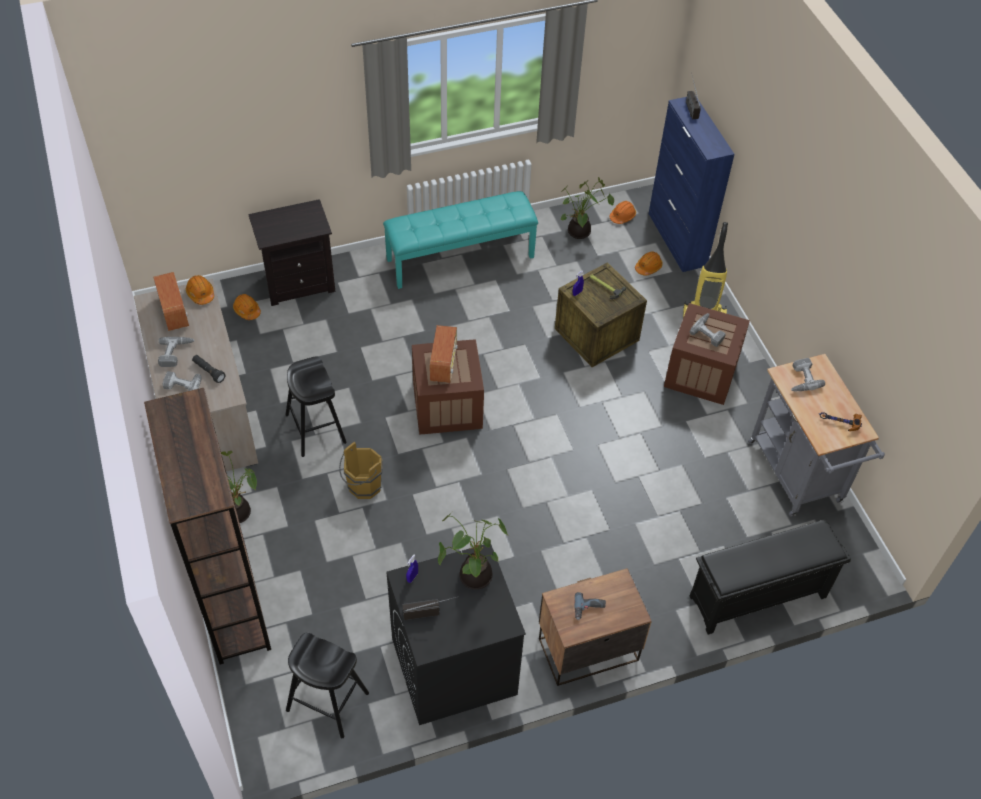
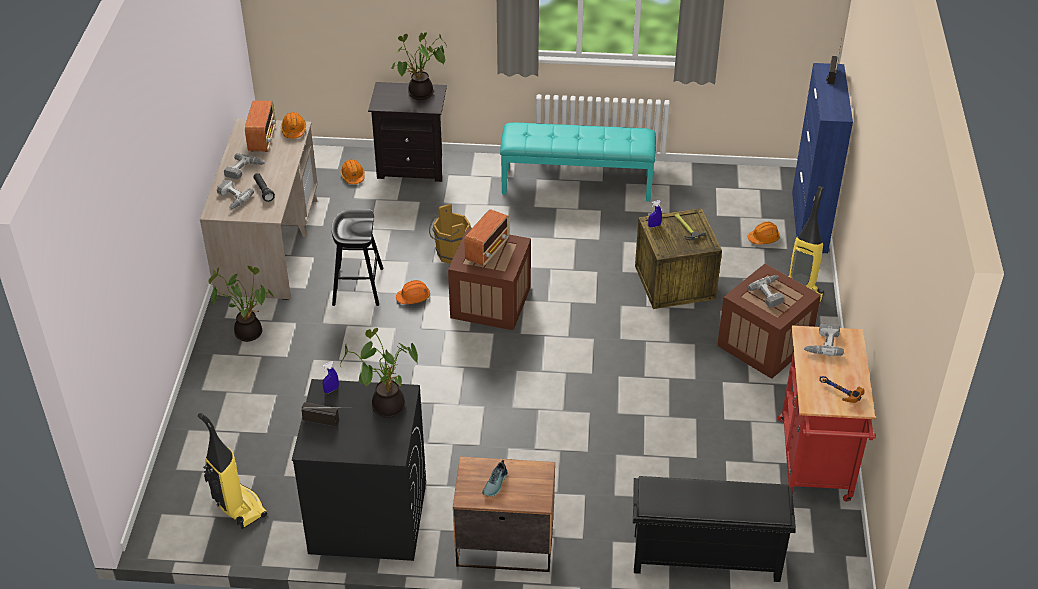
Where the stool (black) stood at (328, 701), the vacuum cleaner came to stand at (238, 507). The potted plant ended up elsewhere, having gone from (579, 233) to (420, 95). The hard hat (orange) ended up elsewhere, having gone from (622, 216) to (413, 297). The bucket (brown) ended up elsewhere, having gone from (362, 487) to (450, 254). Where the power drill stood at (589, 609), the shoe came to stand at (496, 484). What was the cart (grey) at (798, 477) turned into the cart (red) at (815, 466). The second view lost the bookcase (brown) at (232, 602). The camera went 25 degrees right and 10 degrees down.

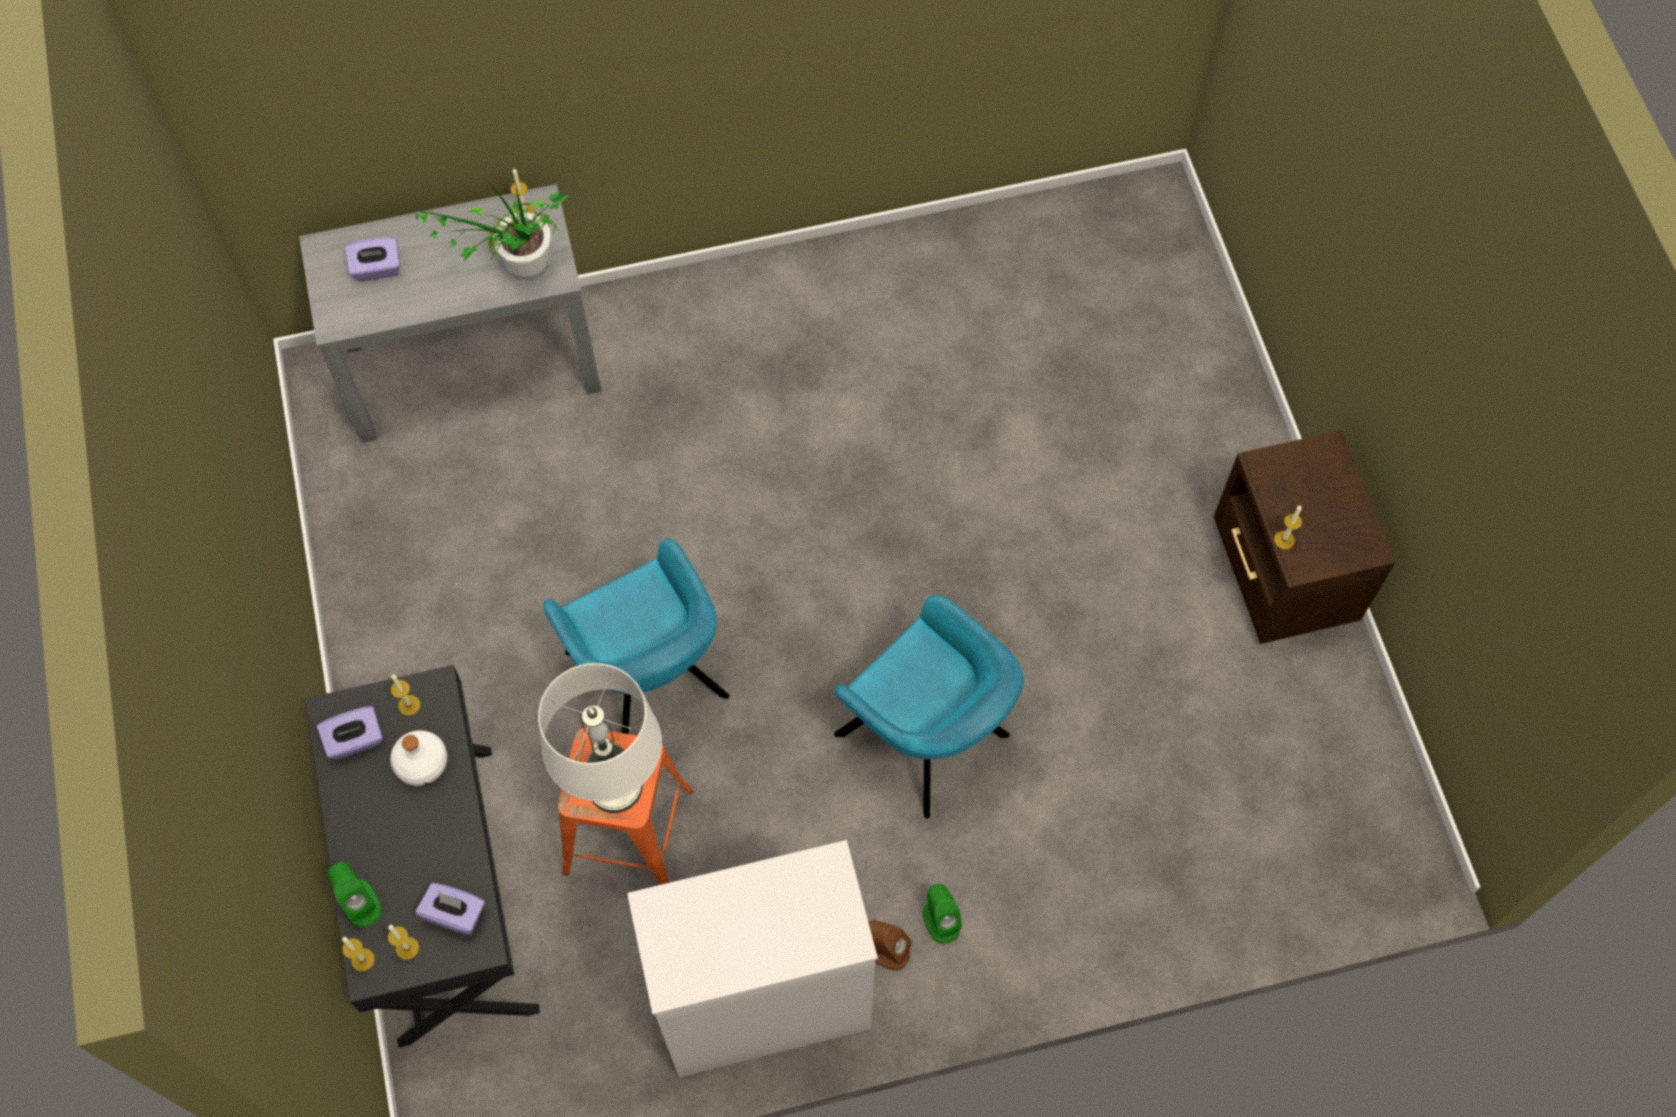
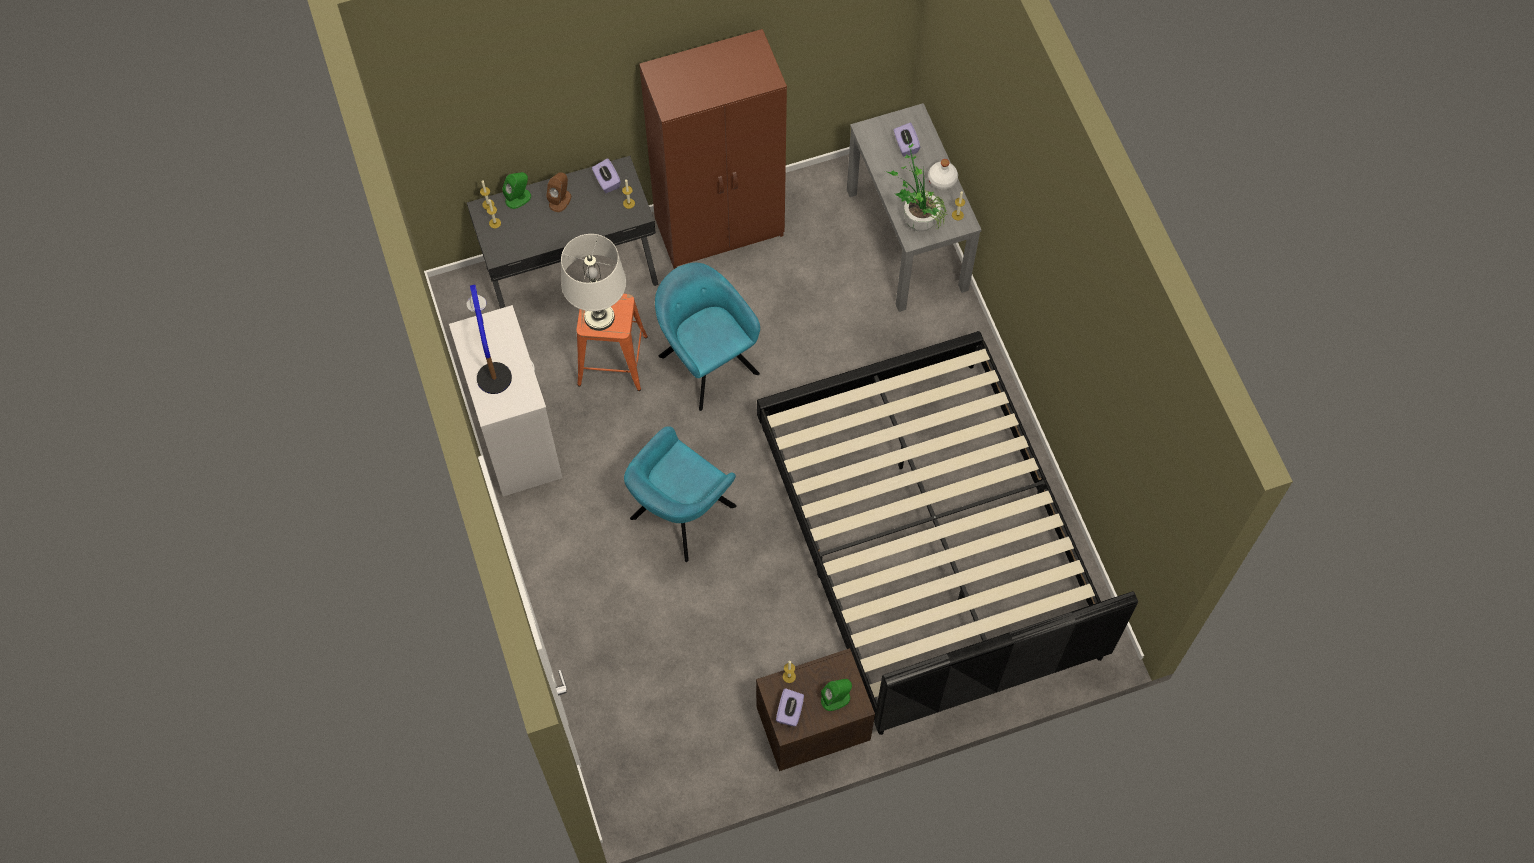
The second view gained the table lamp at (491, 361). The speaker (brown) ended up elsewhere, having gone from (886, 950) to (560, 200). The second view gained the wardrobe (brown) at (721, 228). The armchair (turquoise) at (650, 680) ended up facing another way, 90 degrees clockwise from before. The second view gained the bed (black) at (926, 541). The tissue box (purple) ended up elsewhere, having gone from (455, 914) to (790, 712). The speaker (green) ended up elsewhere, having gone from (940, 920) to (836, 699). The bottle (white) ended up elsewhere, having gone from (421, 763) to (942, 180). The camera went 85 degrees right and 0 degrees up.

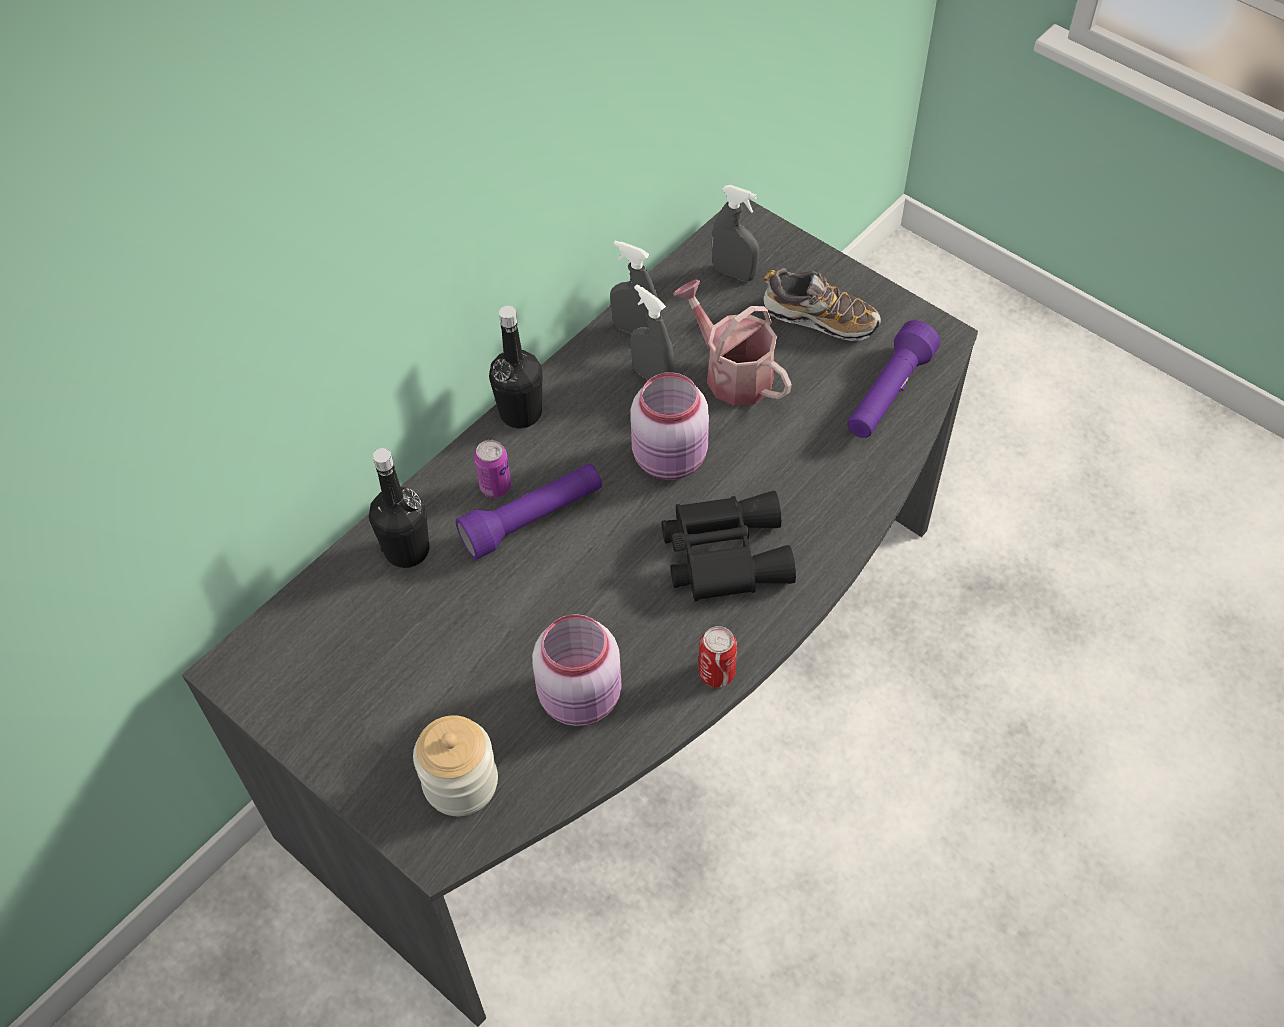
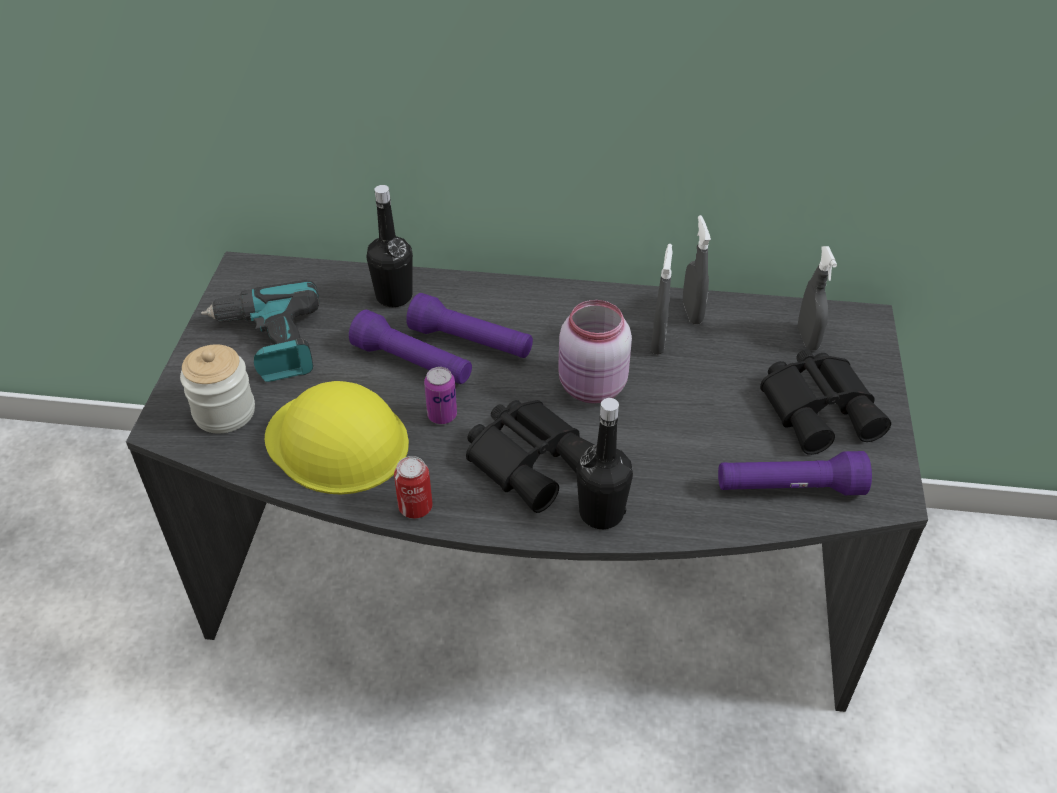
The second view gained the power drill at (270, 343). Where the jar (pink) stood at (582, 698), the hard hat (yellow) came to stand at (337, 441). The second view gained the flashlight (purple) at (413, 363). The can ended up elsewhere, having gone from (495, 486) to (442, 415). The bottle (black) ended up elsewhere, having gone from (520, 413) to (601, 513). Where the shoe stood at (819, 318), the binoculars (black) came to stand at (820, 408). The second view lost the watering can at (732, 373). The camera went 55 degrees right and 10 degrees down.

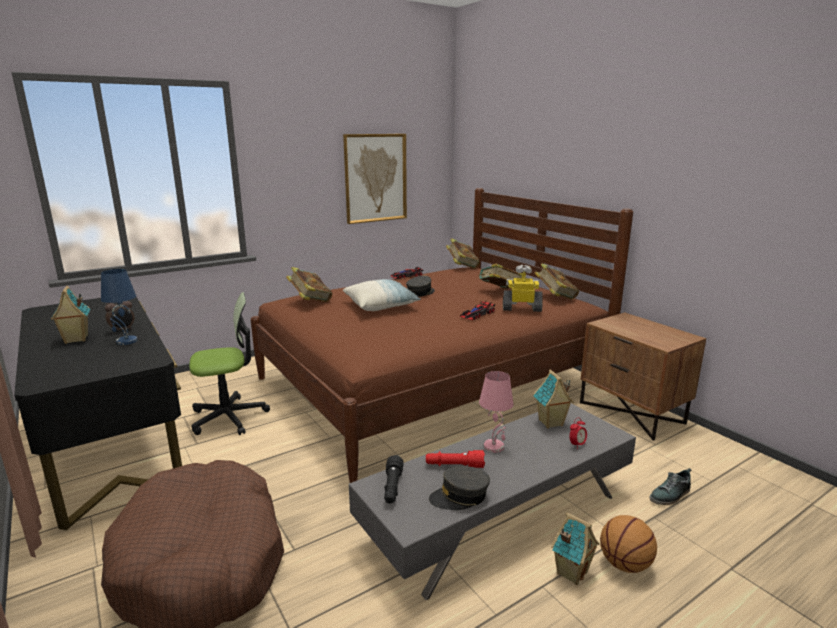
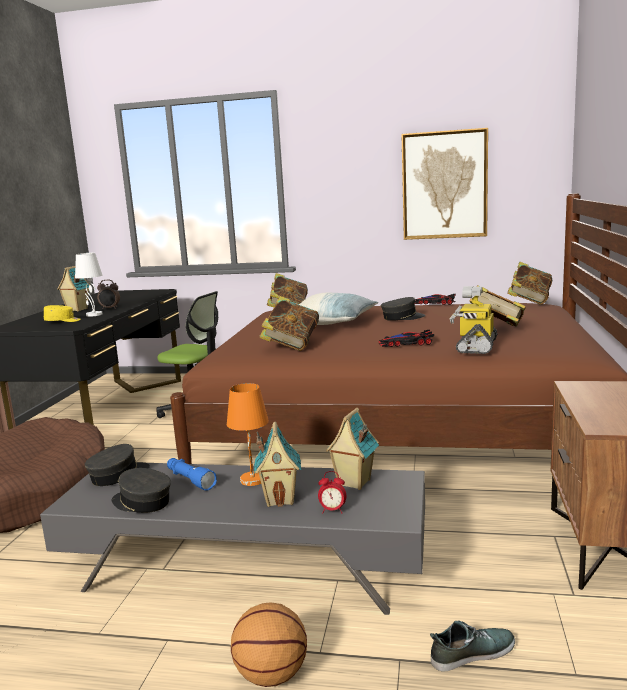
The second view gained the cap (yellow) at (63, 321). What was the table lamp (blue) at (126, 341) turned into the table lamp (white) at (93, 315). Where the flashlight (black) stood at (392, 487), the cap (grey) came to stand at (118, 475). What was the flashlight (red) at (454, 466) turned into the flashlight (blue) at (190, 480). What was the table lamp (pink) at (494, 447) turned into the table lamp (orange) at (253, 480). The toy house ended up elsewhere, having gone from (571, 572) to (280, 499). The book ended up elsewhere, having gone from (555, 297) to (291, 345). The shoe at (670, 495) ended up facing another way, 150 degrees clockwise from before. The toy robot at (521, 308) ended up facing another way, 120 degrees counterclockwise from before. The camera went 45 degrees right and 5 degrees down.

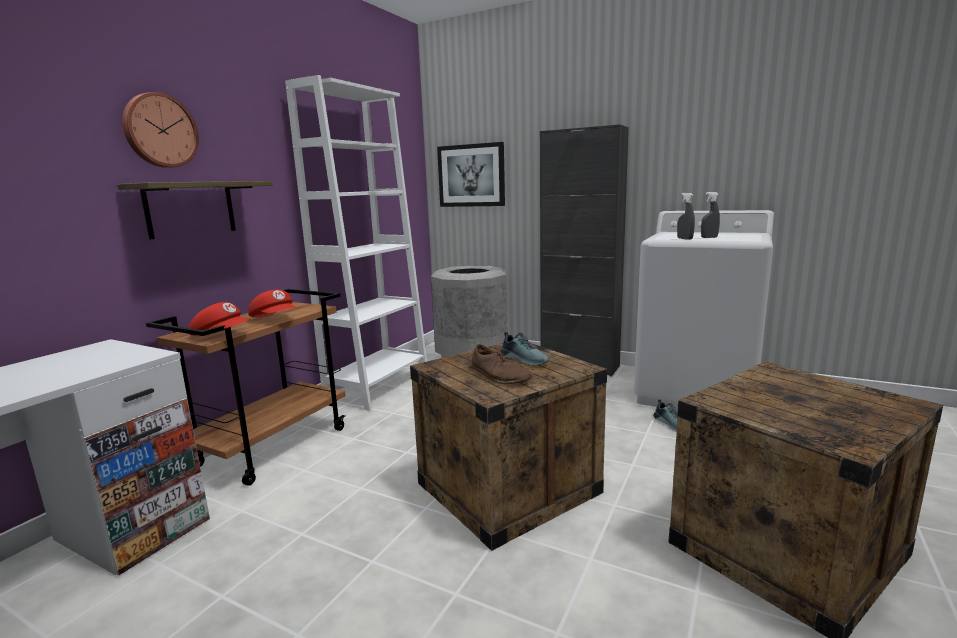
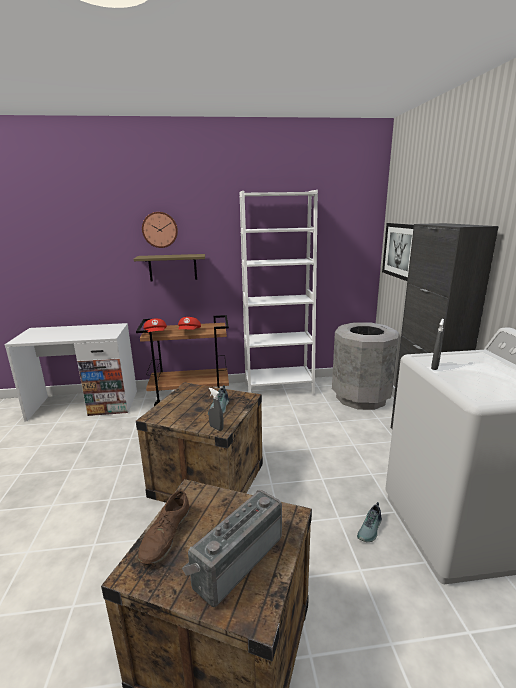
The shoe (brown) ended up elsewhere, having gone from (499, 376) to (165, 535). The second view gained the radio at (235, 559). The spray bottle (grey) ended up elsewhere, having gone from (709, 237) to (216, 428). The camera went 55 degrees right and 5 degrees up.

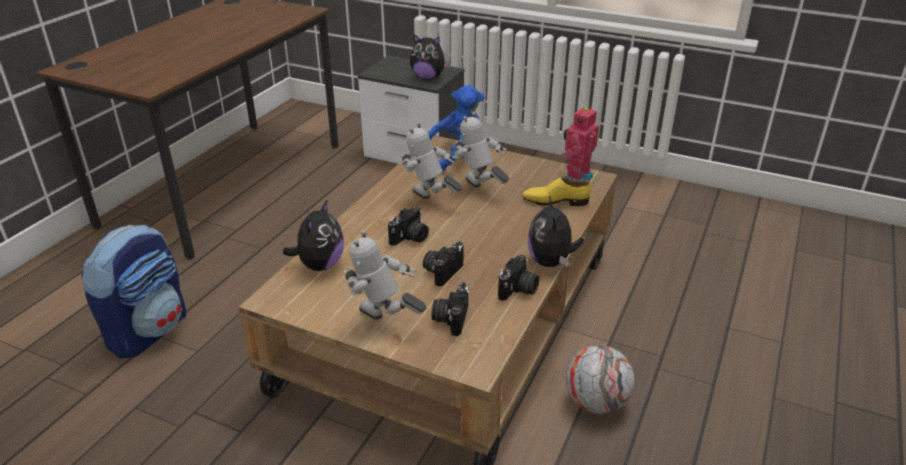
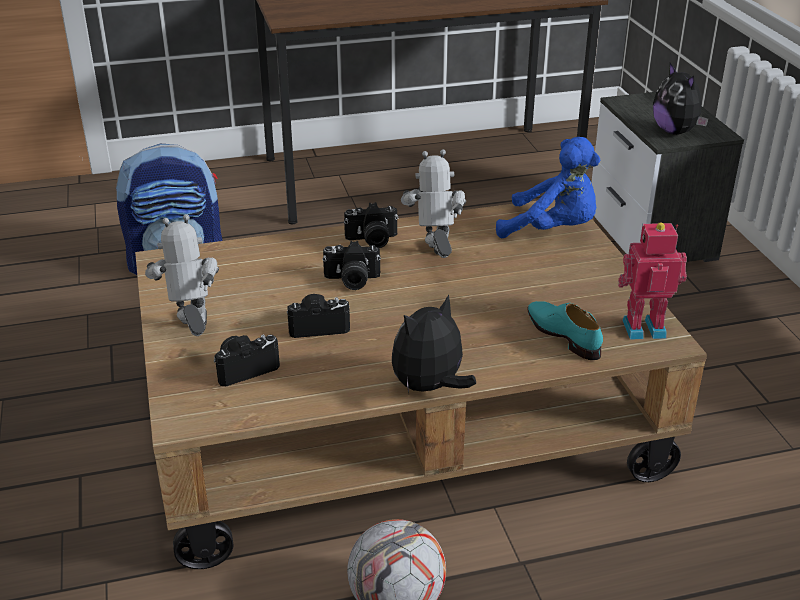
The photo camera ended up elsewhere, having gone from (518, 290) to (372, 240). What was the shoe (yellow) at (555, 201) turned into the shoe (turquoise) at (563, 335). The second view lost the plush toy at (320, 265). The second view lost the toy robot at (479, 190). The camera went 50 degrees right and 0 degrees up.

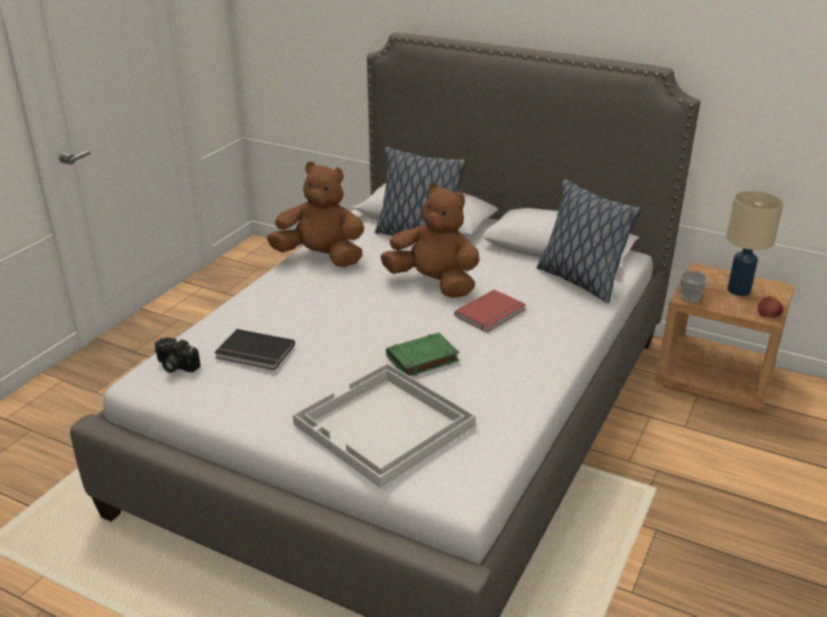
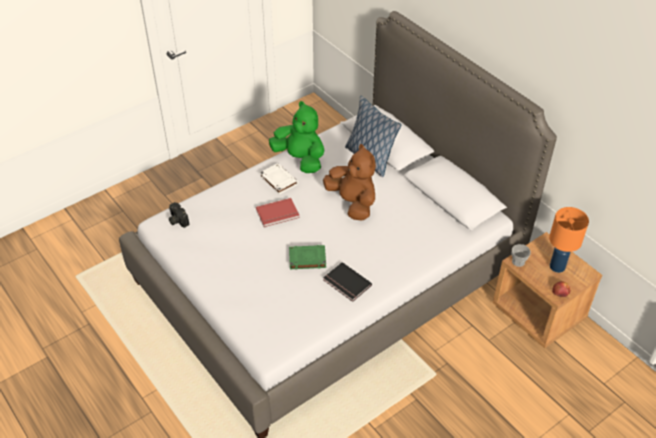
The book (red) ended up elsewhere, having gone from (492, 313) to (278, 214). The second view gained the book (white) at (278, 180). What was the plush toy (brown) at (321, 257) turned into the plush toy (green) at (300, 159). The book (black) ended up elsewhere, having gone from (254, 353) to (346, 284). What was the table lamp (beige) at (738, 290) turned into the table lamp (orange) at (556, 266). The second view lost the tray (white) at (384, 426). The second view lost the pillow at (579, 281). The camera went 25 degrees right and 15 degrees up.

